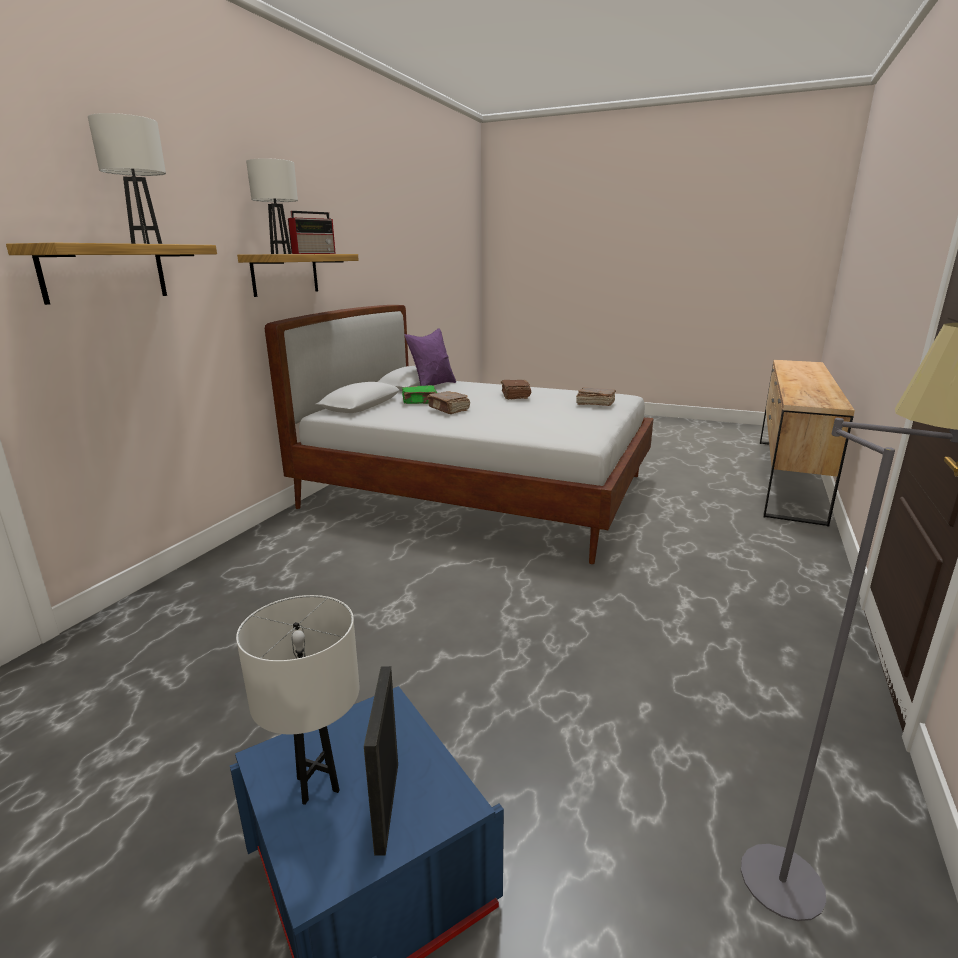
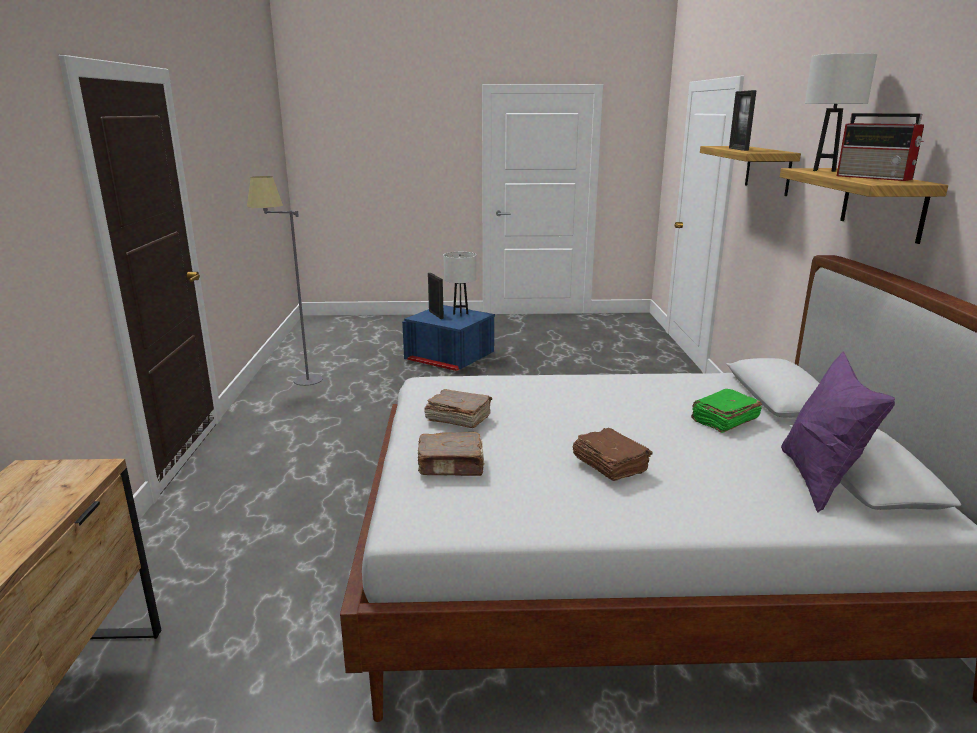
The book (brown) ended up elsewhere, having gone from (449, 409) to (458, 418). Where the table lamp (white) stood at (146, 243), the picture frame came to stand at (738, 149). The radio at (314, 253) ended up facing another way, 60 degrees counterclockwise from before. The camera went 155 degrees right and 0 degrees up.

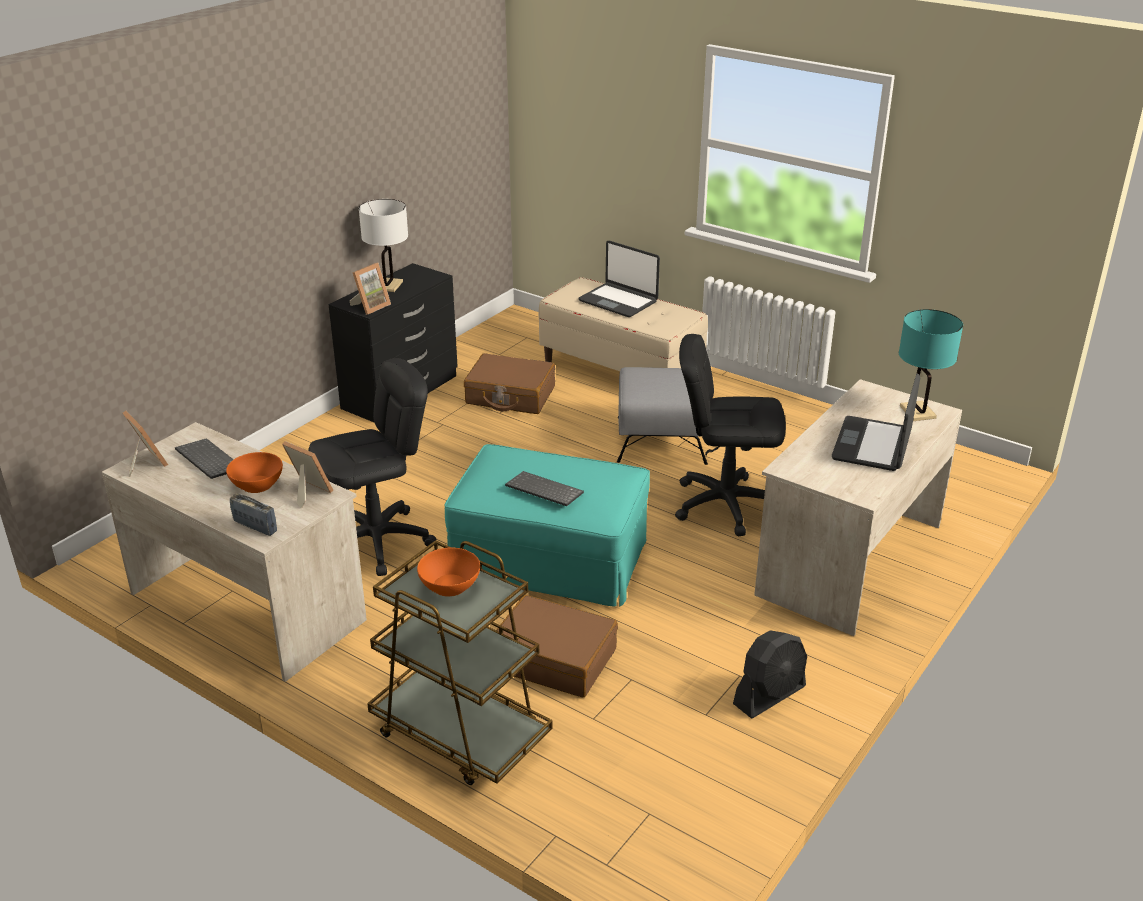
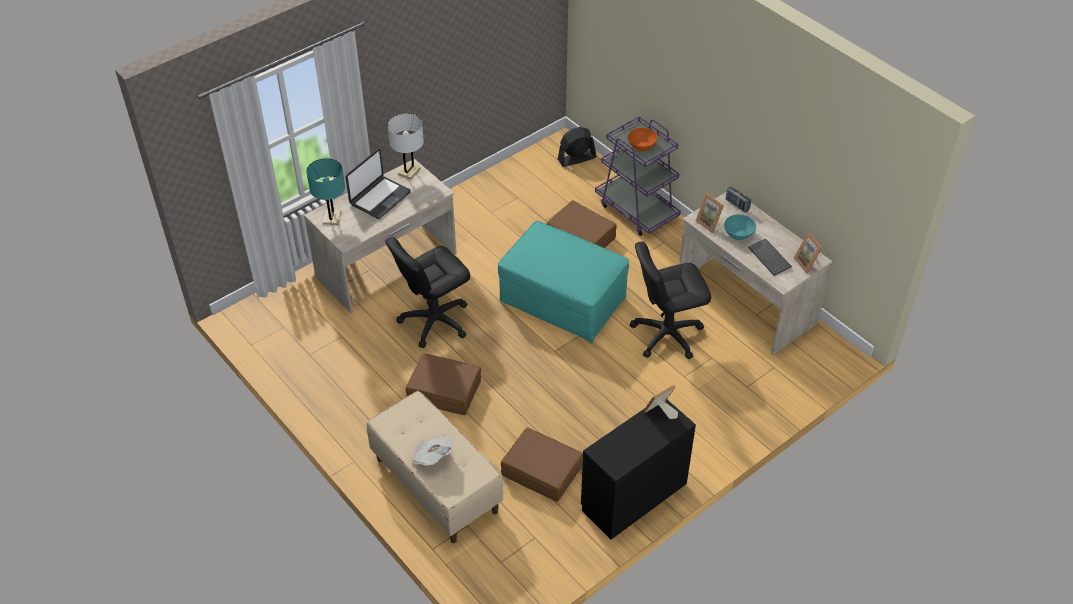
The office chair (black) at (725, 504) ended up facing another way, 120 degrees clockwise from before. The table lamp (white) ended up elsewhere, having gone from (389, 286) to (409, 171). Where the ottoman (grey) stood at (662, 440), the suitcase (brown) came to stand at (444, 390). Where the laptop stood at (618, 301), the newspaper came to stand at (432, 456). The fan (black) ended up elsewhere, having gone from (770, 695) to (576, 158). What was the cart (brown) at (459, 733) turned into the cart (purple) at (636, 210). What was the bowl (orange) at (257, 484) turned into the bowl (turquoise) at (738, 234). The second view lost the keyboard at (542, 491). The camera went 165 degrees left and 15 degrees up.

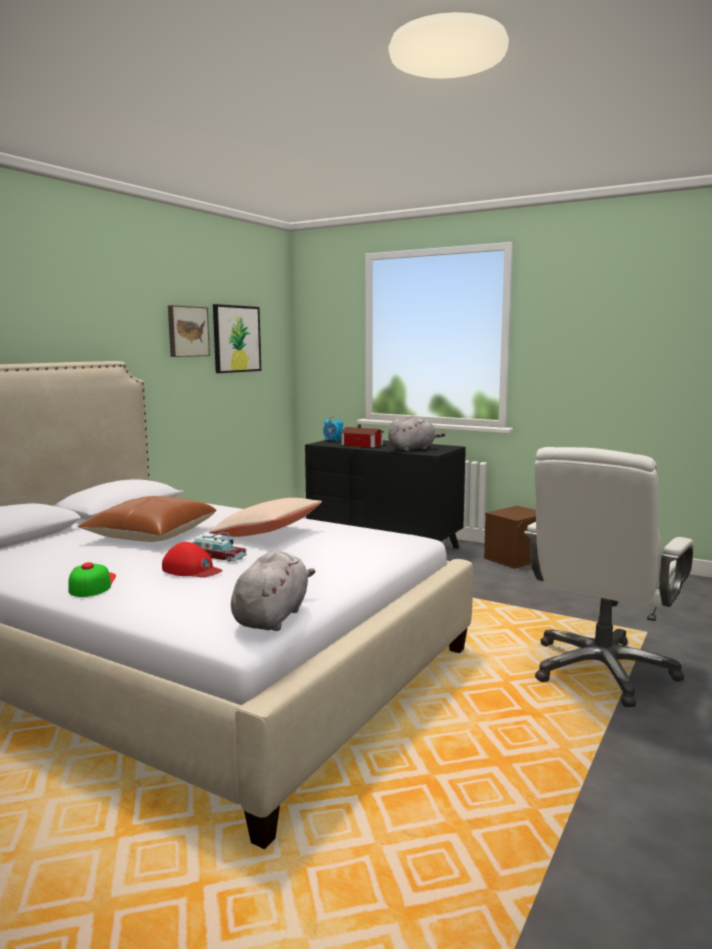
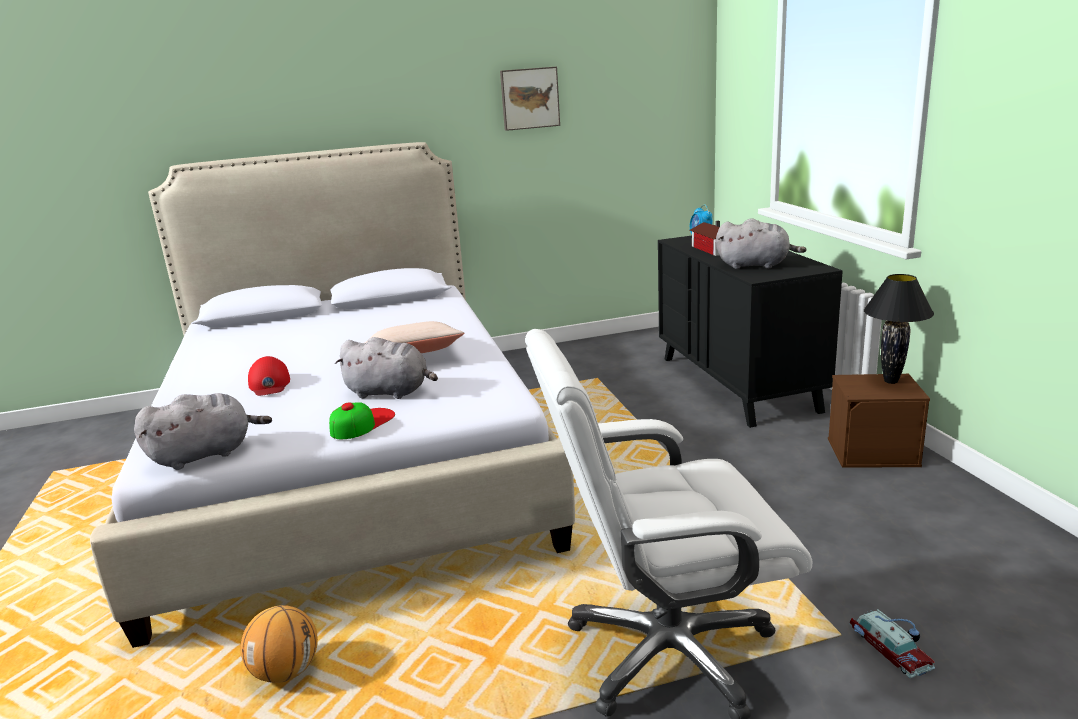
The second view gained the basketball at (286, 672). The cap ended up elsewhere, having gone from (92, 584) to (362, 423). The second view gained the plush toy (grey) at (391, 392). The toy car ended up elsewhere, having gone from (216, 555) to (890, 647). The second view gained the table lamp (black) at (891, 381). The second view lost the pillow (brown) at (151, 535). The second view lost the picture at (236, 339). The camera went 45 degrees right and 10 degrees up.

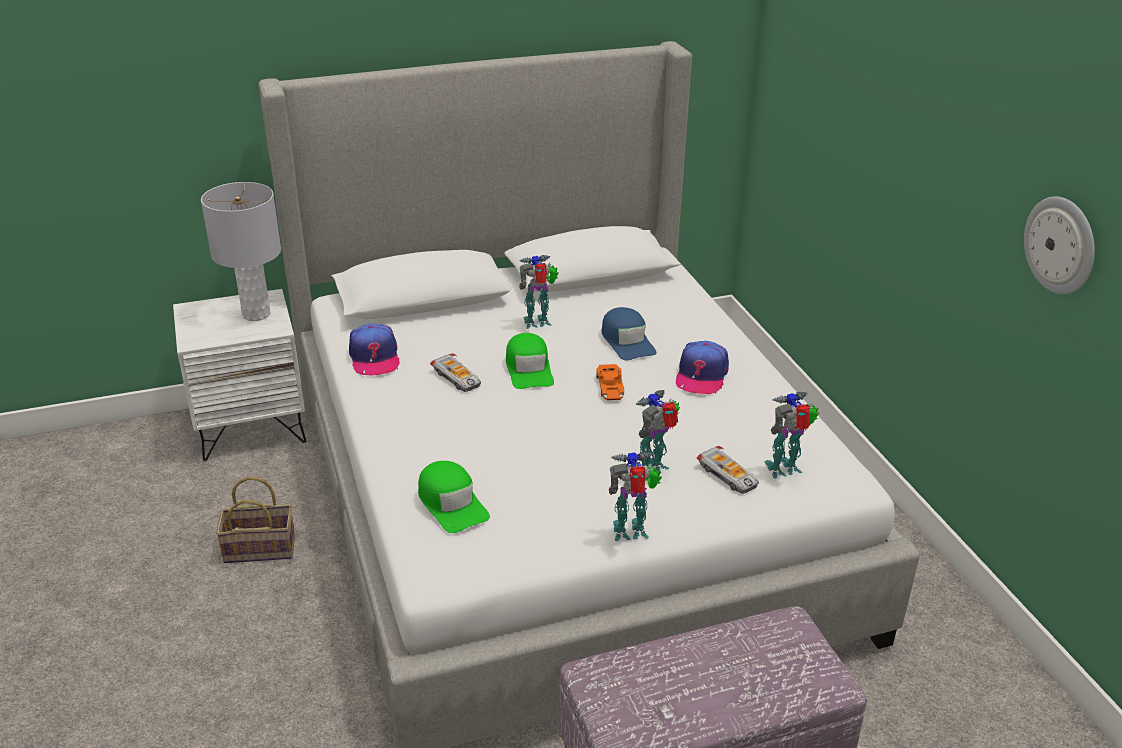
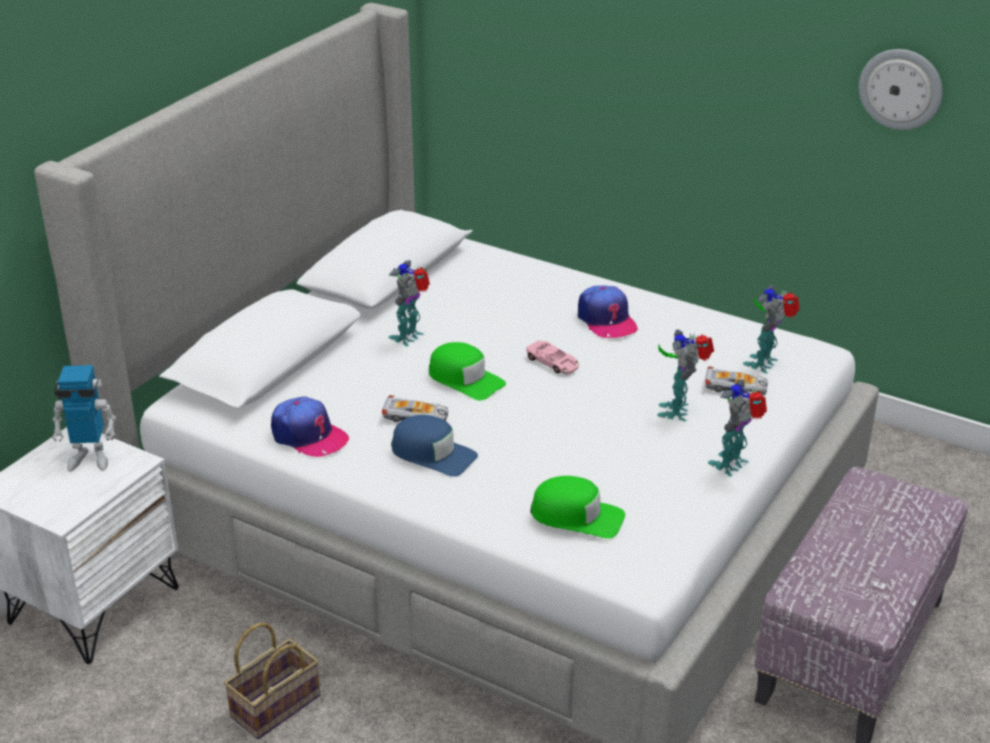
Where the table lamp (grey) stood at (257, 314), the toy robot came to stand at (90, 458). The cap (blue) ended up elsewhere, having gone from (627, 341) to (433, 454). What was the toy car (orange) at (610, 387) turned into the toy car (pink) at (553, 362). The camera went 40 degrees left and 0 degrees up.

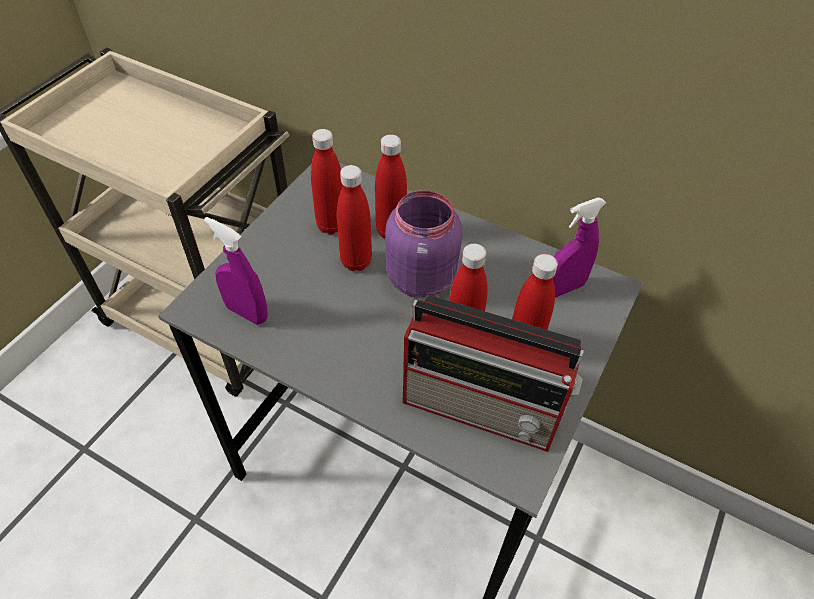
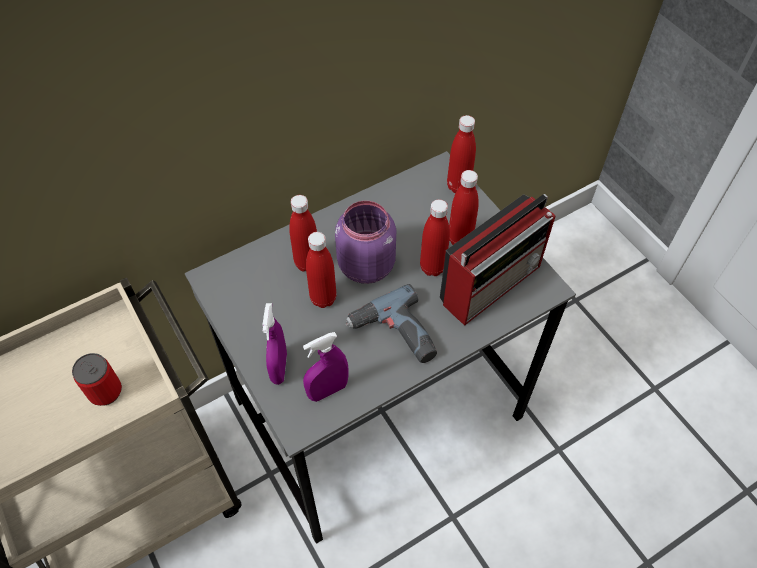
The second view gained the can at (105, 391). The spray bottle (purple) ended up elsewhere, having gone from (564, 288) to (279, 368). The second view gained the power drill at (394, 336). The bottle (red) ended up elsewhere, having gone from (331, 225) to (458, 186). The camera went 60 degrees left and 5 degrees up.

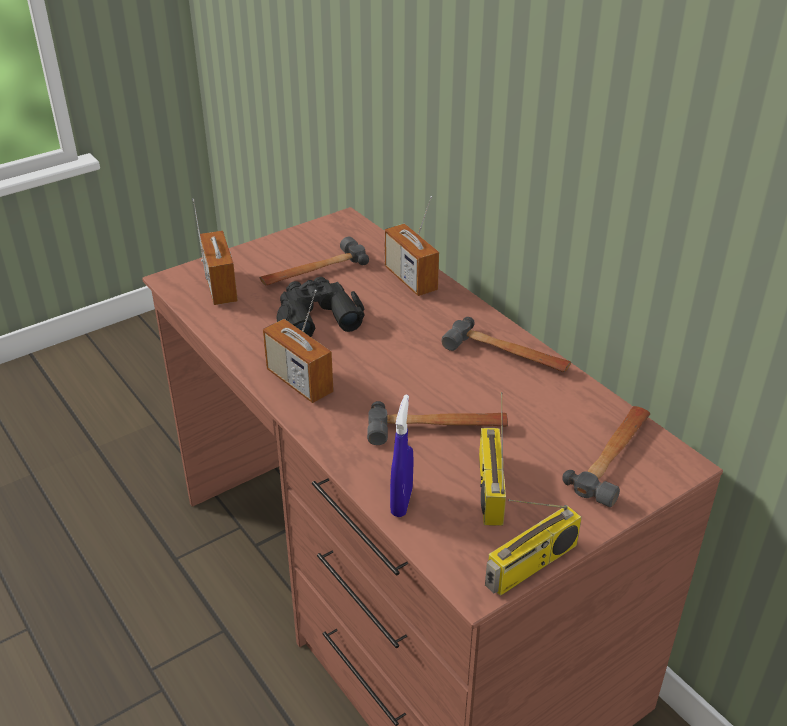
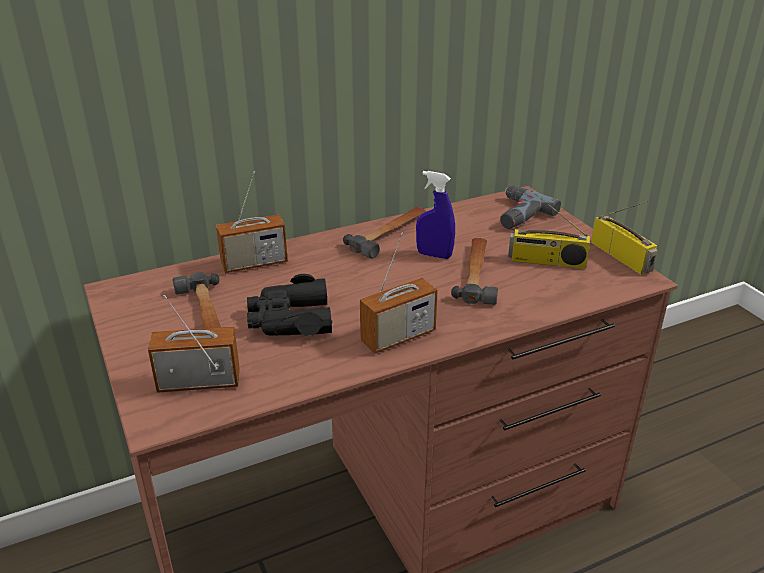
The spray bottle (blue) ended up elsewhere, having gone from (401, 502) to (434, 255). Where the hammer stood at (614, 457), the power drill came to stand at (515, 214). The camera went 80 degrees left and 5 degrees down.

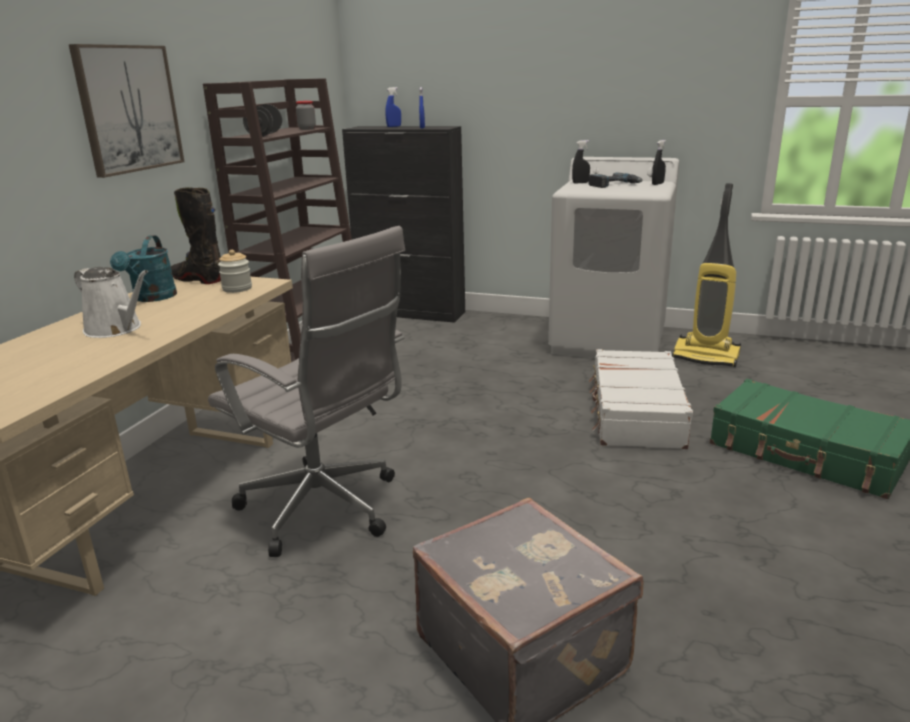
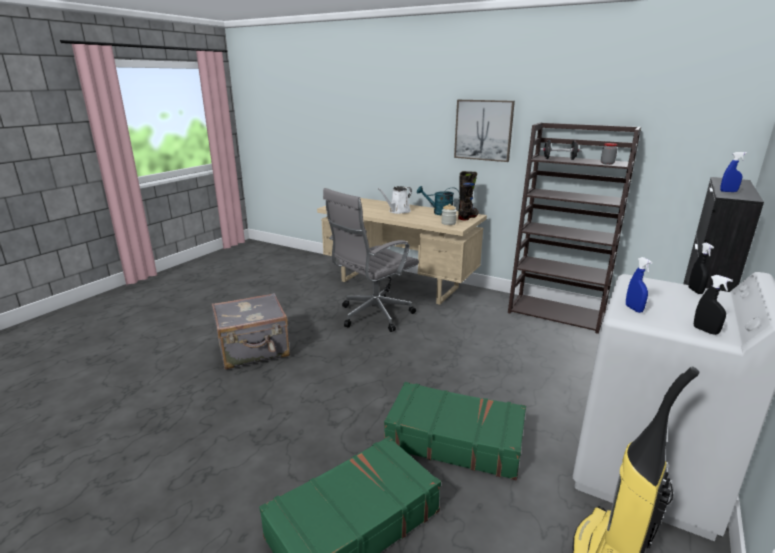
What was the suitcase (white) at (635, 413) turned into the suitcase (green) at (454, 439). The spray bottle (blue) ended up elsewhere, having gone from (394, 126) to (633, 309). The second view lost the power drill at (614, 185). The camera went 100 degrees right and 0 degrees up.

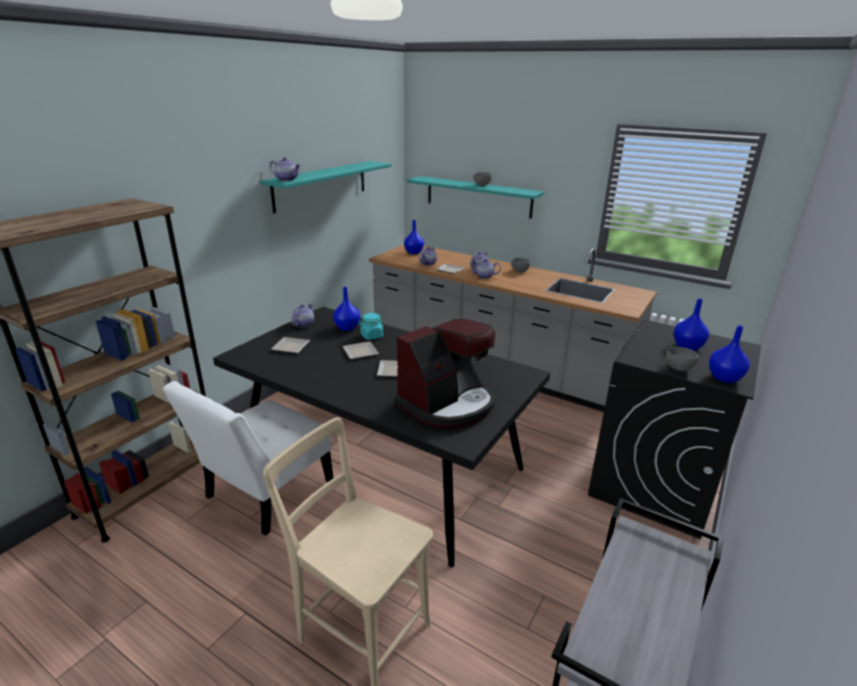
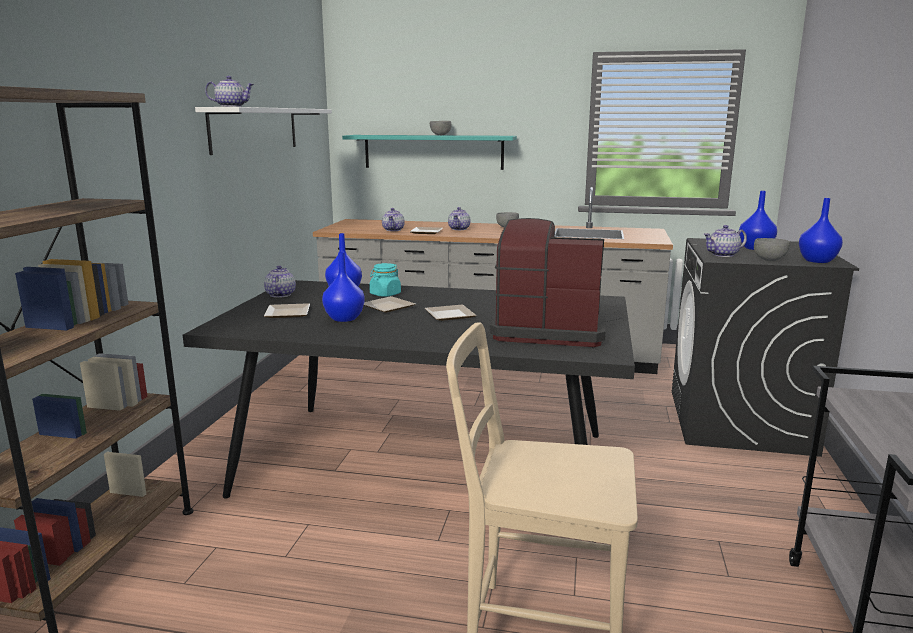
What was the shelf (turquoise) at (321, 185) turned into the shelf (white) at (255, 129). The vase (blue) ended up elsewhere, having gone from (413, 252) to (344, 319). The coffee machine at (447, 404) ended up facing another way, 105 degrees counterclockwise from before. The teapot ended up elsewhere, having gone from (484, 276) to (723, 255). The second view lost the chair (white) at (264, 493). The camera went 20 degrees left and 10 degrees down.

